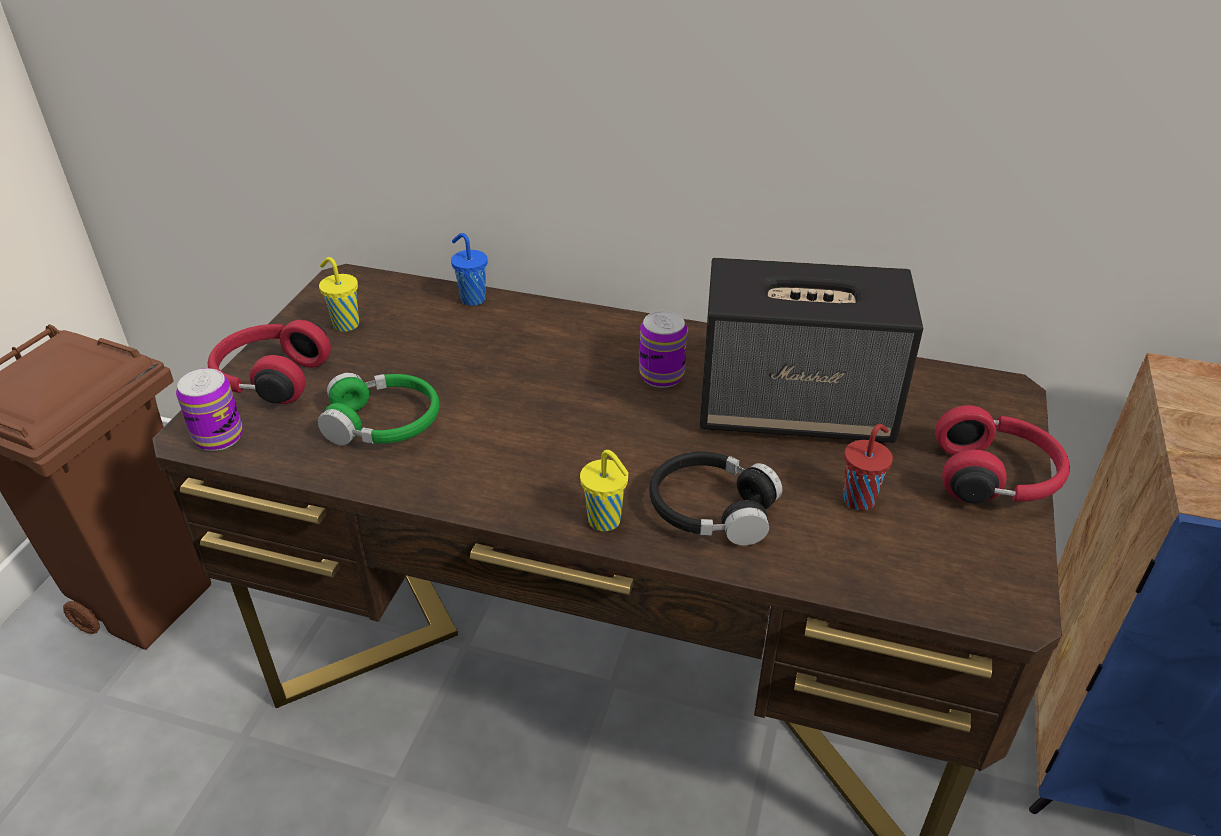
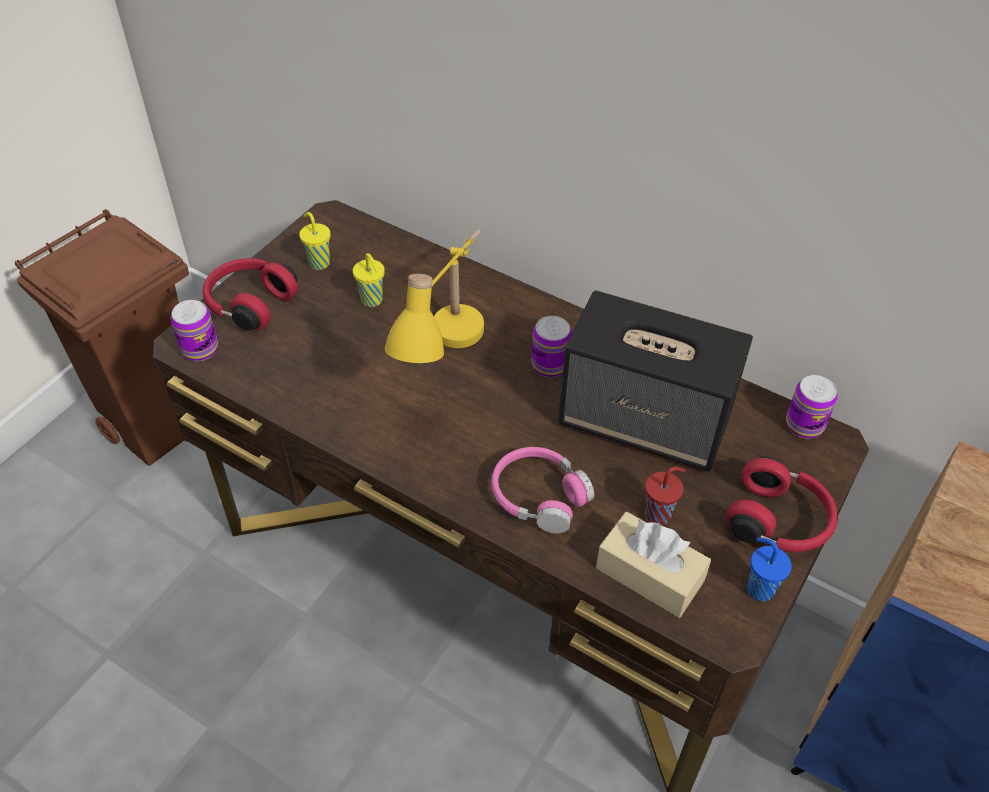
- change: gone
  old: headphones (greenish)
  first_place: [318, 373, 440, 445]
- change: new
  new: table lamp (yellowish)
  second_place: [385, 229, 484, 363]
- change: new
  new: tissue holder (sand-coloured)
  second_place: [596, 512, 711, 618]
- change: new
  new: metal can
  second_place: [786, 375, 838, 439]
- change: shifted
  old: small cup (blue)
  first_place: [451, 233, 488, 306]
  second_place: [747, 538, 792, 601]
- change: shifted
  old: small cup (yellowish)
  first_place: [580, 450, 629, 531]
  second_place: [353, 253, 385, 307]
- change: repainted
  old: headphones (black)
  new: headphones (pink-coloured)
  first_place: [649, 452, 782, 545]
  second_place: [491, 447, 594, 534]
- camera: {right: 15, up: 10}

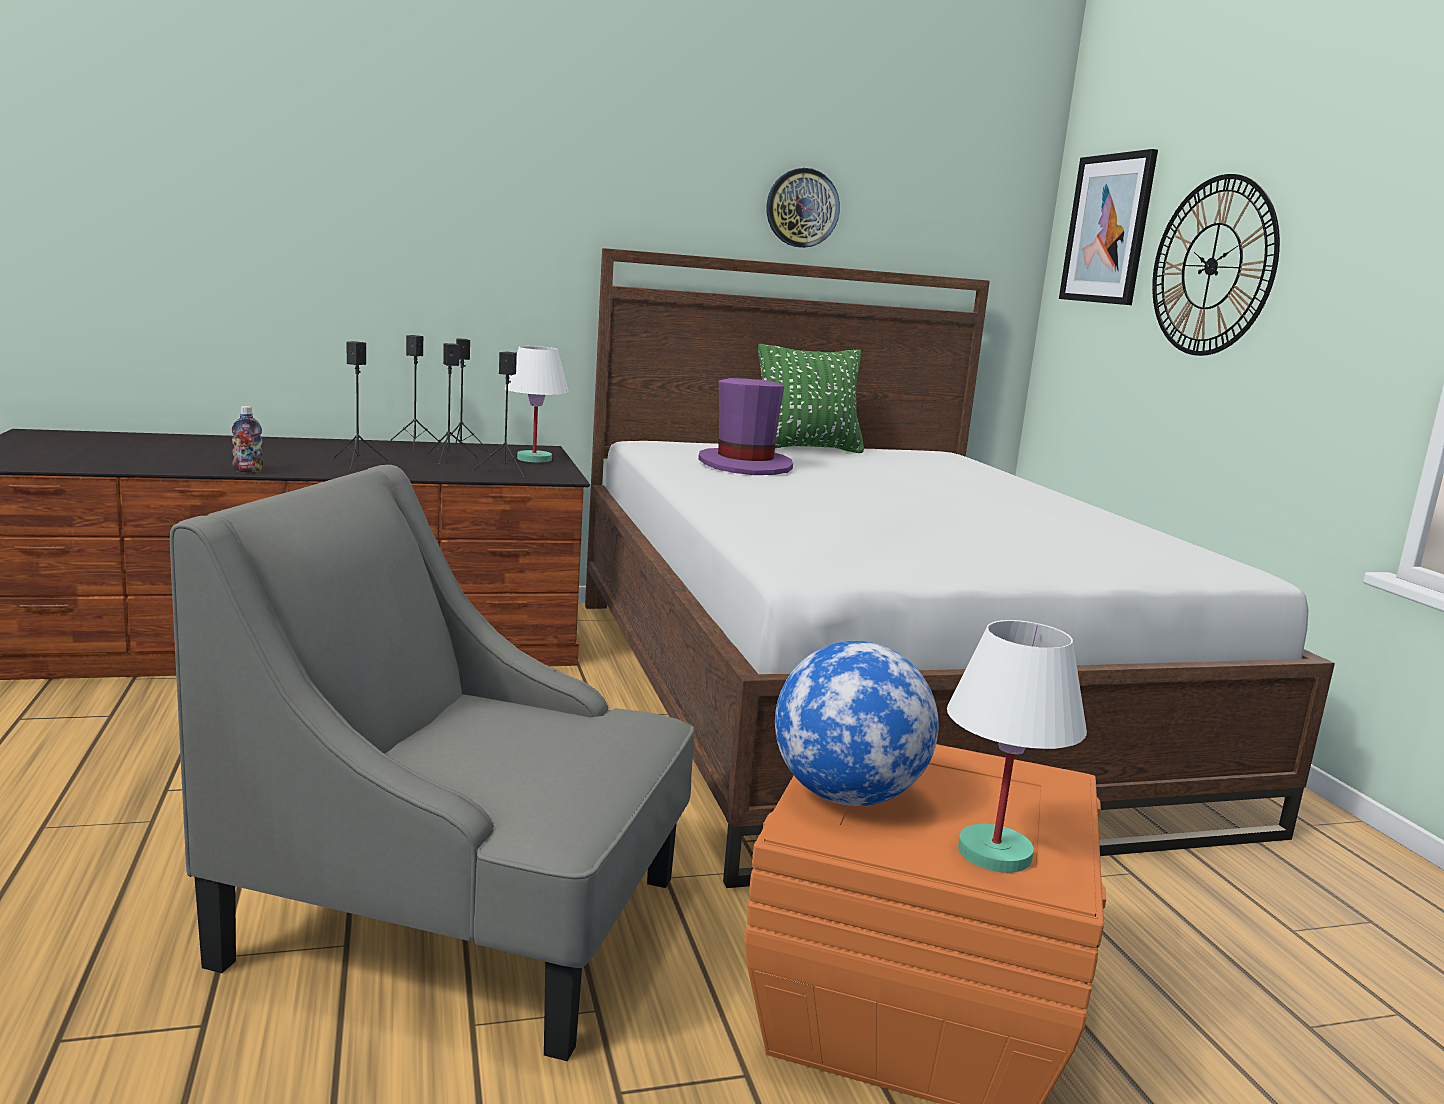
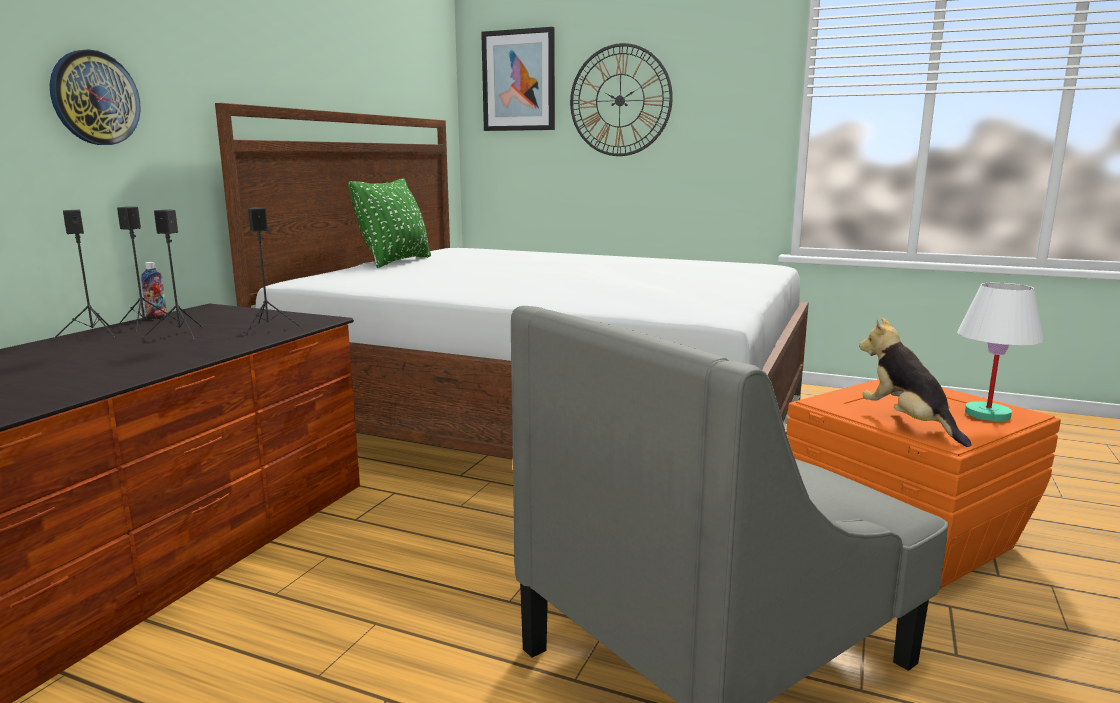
- change: gone
  old: speaker (black)
  first_place: [333, 341, 390, 470]
- change: gone
  old: table lamp (whitish)
  first_place: [505, 346, 569, 462]
- change: gone
  old: clothing hat (purple)
  first_place: [698, 378, 793, 475]
- change: shifted
  old: drink bottle
  first_place: [232, 406, 263, 472]
  second_place: [141, 262, 167, 320]
- change: shifted
  old: hanging clock
  first_place: [767, 168, 840, 248]
  second_place: [50, 49, 141, 145]
- change: swapped
  old: world globe
  new: plush toy
  first_place: [775, 641, 938, 806]
  second_place: [859, 317, 971, 447]
- camera: {right: -50, up: 0}

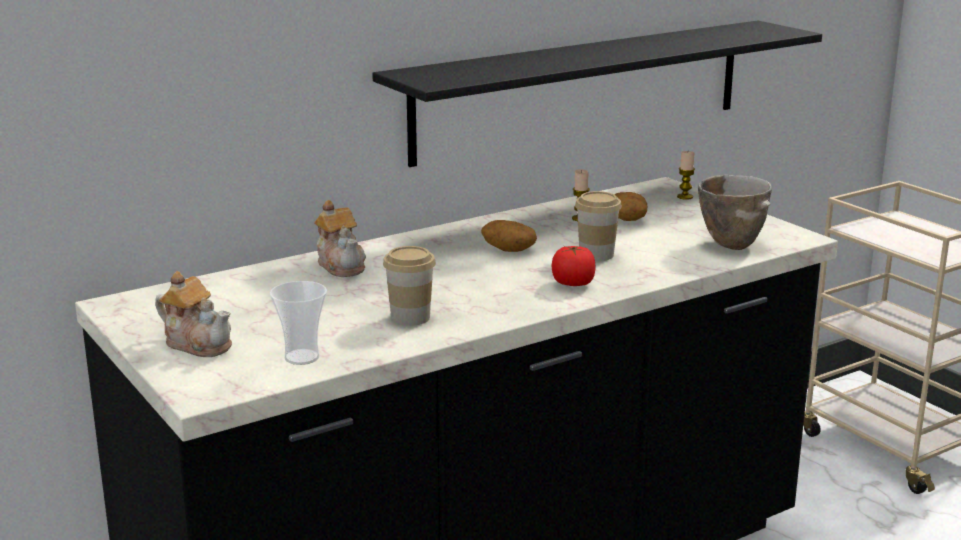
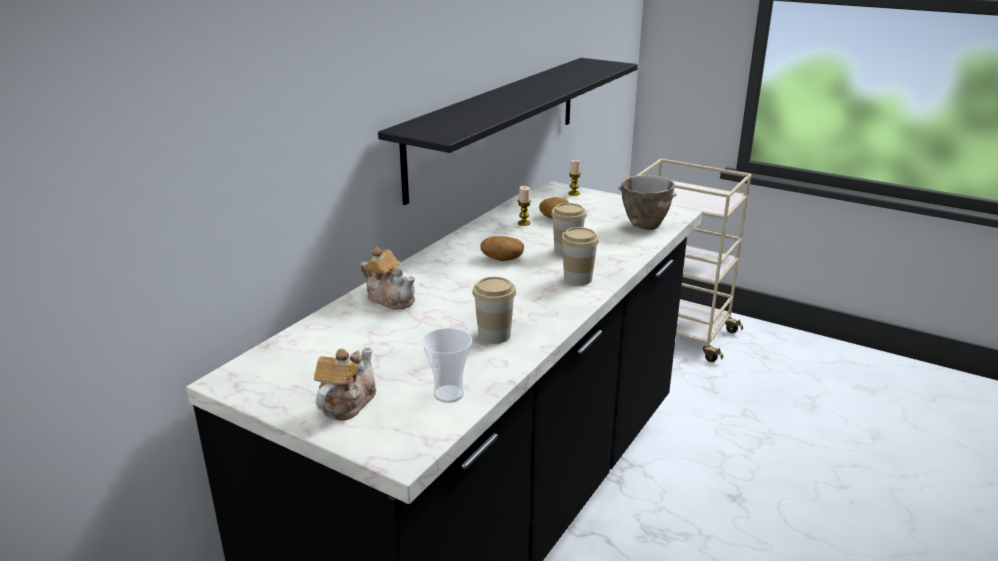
- change: swapped
  old: tomato
  new: small cup
  first_place: [551, 246, 596, 286]
  second_place: [561, 227, 599, 286]
- change: rotated
  old: teapot
  first_place: [155, 271, 232, 357]
  second_place: [314, 347, 376, 420]
  degrees: -75
- camera: {right: -25, up: 5}

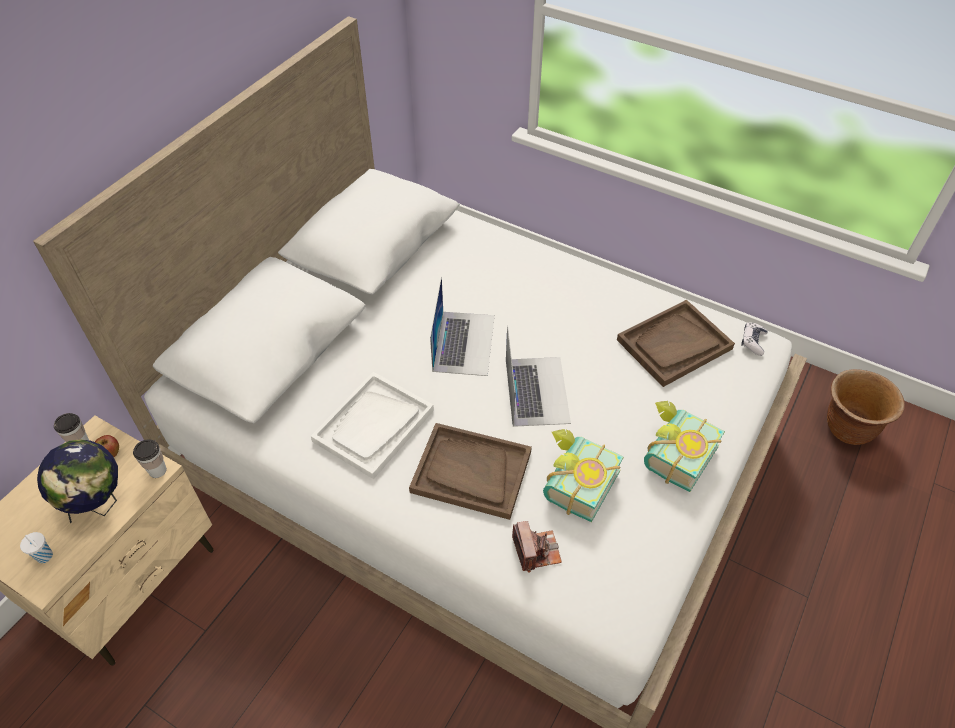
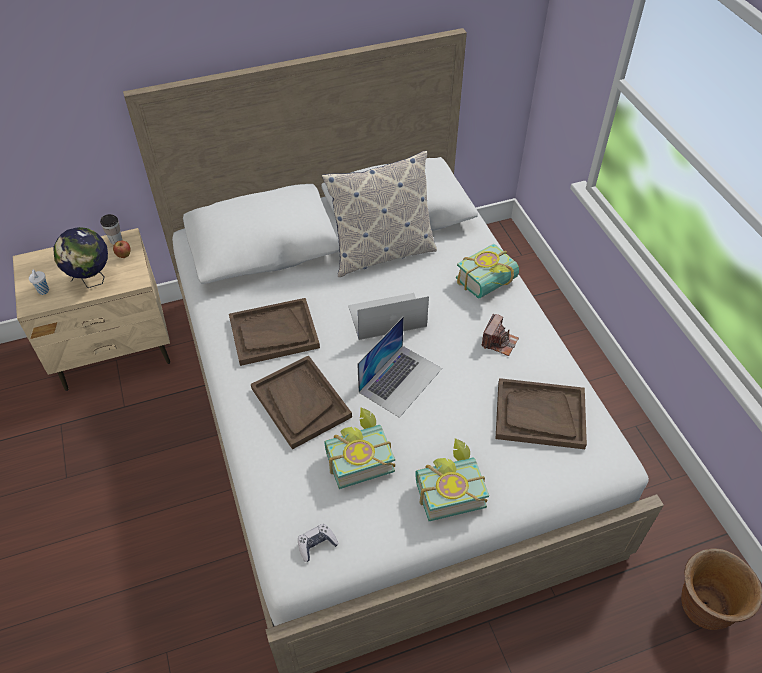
- change: gone
  old: small cup
  first_place: [133, 439, 167, 478]
- change: new
  new: pillow
  second_place: [322, 151, 437, 277]
- change: new
  new: bound book
  second_place: [456, 244, 519, 298]
- change: shifted
  old: photo camera
  first_place: [512, 521, 562, 573]
  second_place: [482, 313, 519, 356]
- change: shifted
  old: joypad
  first_place: [741, 322, 768, 356]
  second_place: [298, 524, 339, 562]
- change: repainted
  old: carrying tray (whitish)
  new: carrying tray (brownish)
  first_place: [311, 372, 434, 479]
  second_place: [229, 298, 320, 366]
- change: rotated
  old: portable computer
  first_place: [430, 277, 495, 376]
  second_place: [348, 293, 429, 340]
  degrees: -150
- camera: {right: 40, up: 0}

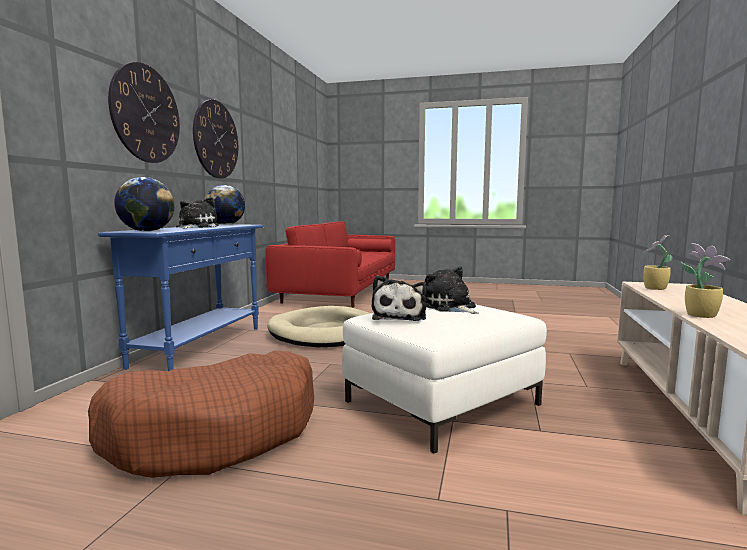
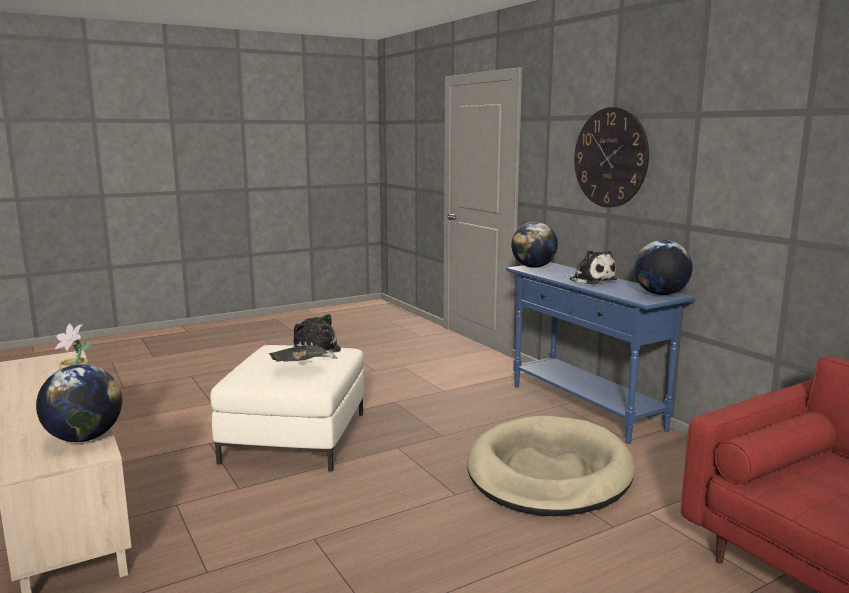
- change: gone
  old: dog cushion (brownish)
  first_place: [88, 351, 314, 478]
- change: gone
  old: hanging clock
  first_place: [193, 100, 238, 178]
- change: swapped
  old: plush toy
  new: newspaper
  first_place: [425, 266, 479, 314]
  second_place: [269, 345, 327, 362]
- change: swapped
  old: plant in a pot
  new: world globe
  first_place: [643, 235, 673, 290]
  second_place: [36, 364, 122, 442]
- camera: {right: 135, up: 5}

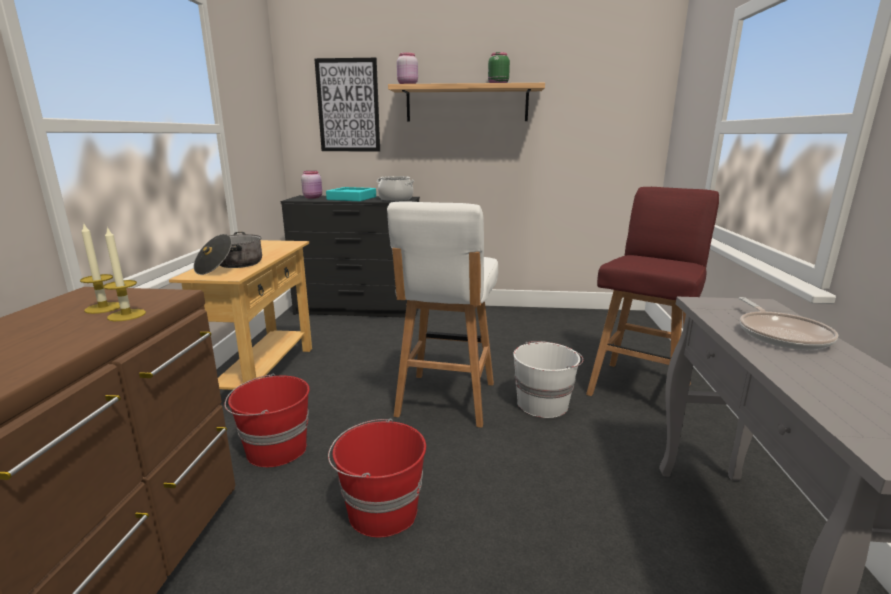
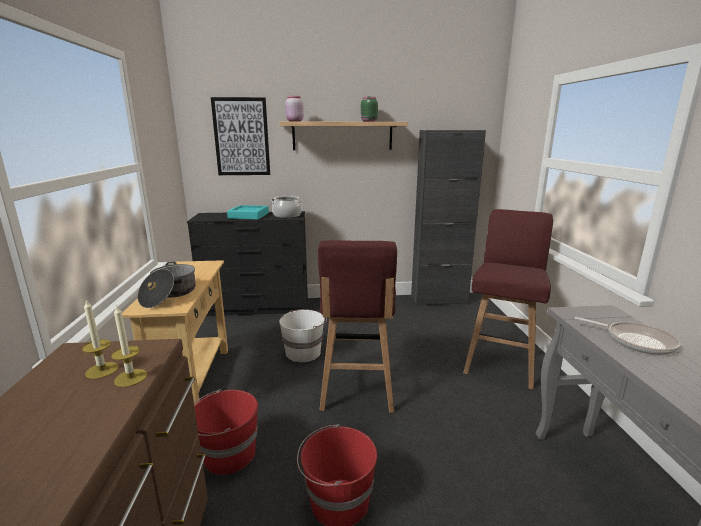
- change: gone
  old: jar (pink-coloured)
  first_place: [301, 171, 322, 199]
- change: new
  new: cupboard (black)
  second_place: [411, 130, 486, 306]
- change: shifted
  old: water bucket (whitish)
  first_place: [513, 341, 583, 418]
  second_place: [279, 309, 327, 362]
- change: repainted
  old: stool (whitish)
  new: stool (reddish)
  first_place: [387, 201, 498, 428]
  second_place: [318, 240, 397, 413]
- change: rotated
  old: pan
  first_place: [739, 297, 838, 350]
  second_place: [575, 317, 681, 355]
  degrees: -45
- camera: {right: -10, up: 0}

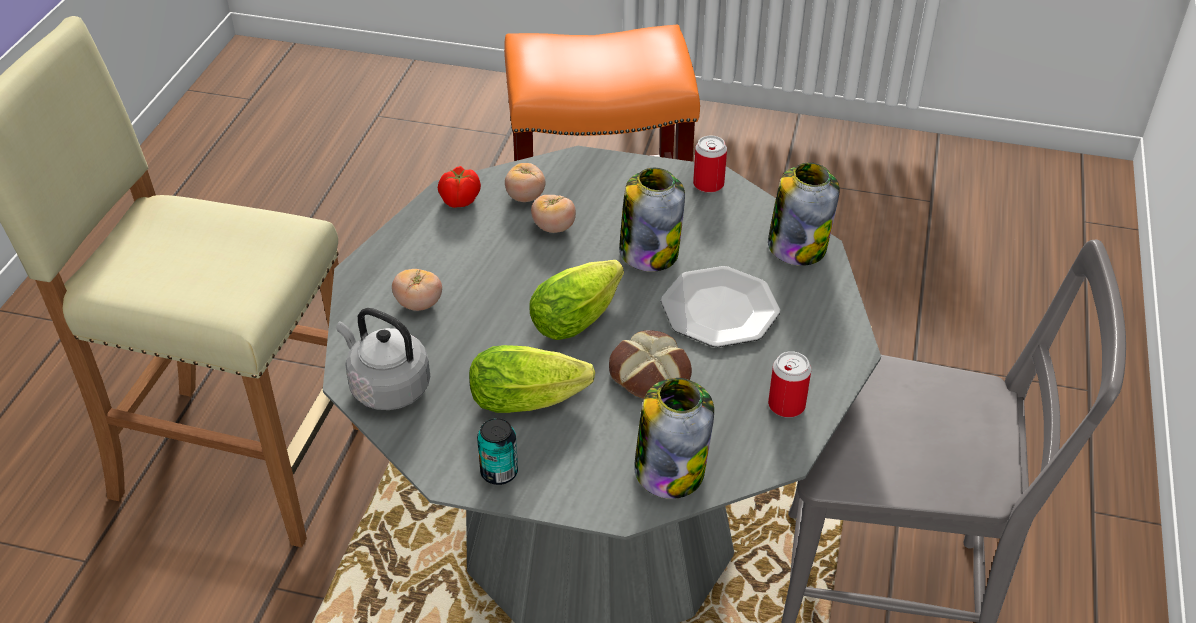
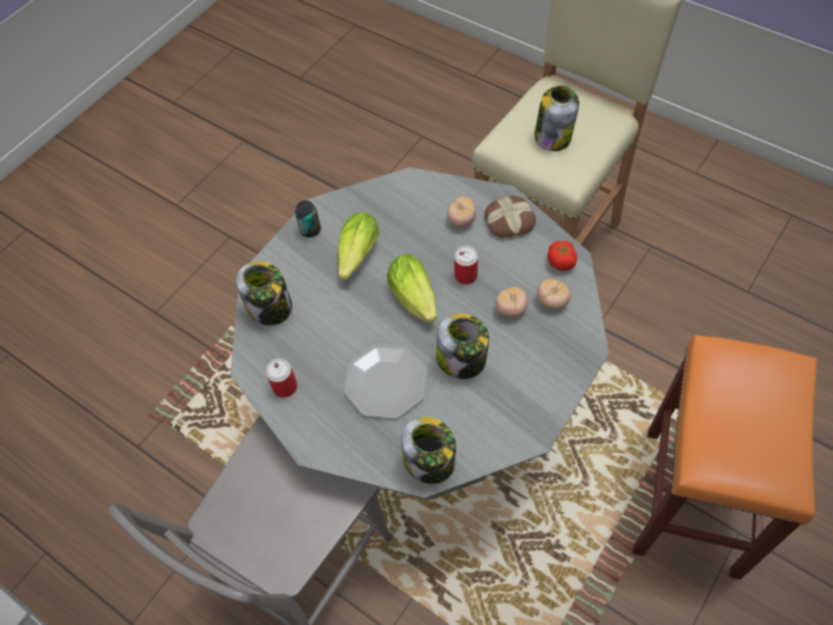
- change: gone
  old: tea kettle (greyish)
  first_place: [337, 308, 430, 410]
- change: new
  new: jar
  second_place: [534, 86, 579, 151]
- change: shifted
  old: bread
  first_place: [609, 330, 692, 399]
  second_place: [484, 196, 536, 238]
- change: shifted
  old: metal can
  first_place: [693, 136, 727, 193]
  second_place: [454, 246, 478, 284]
- camera: {right: 115, up: 15}

